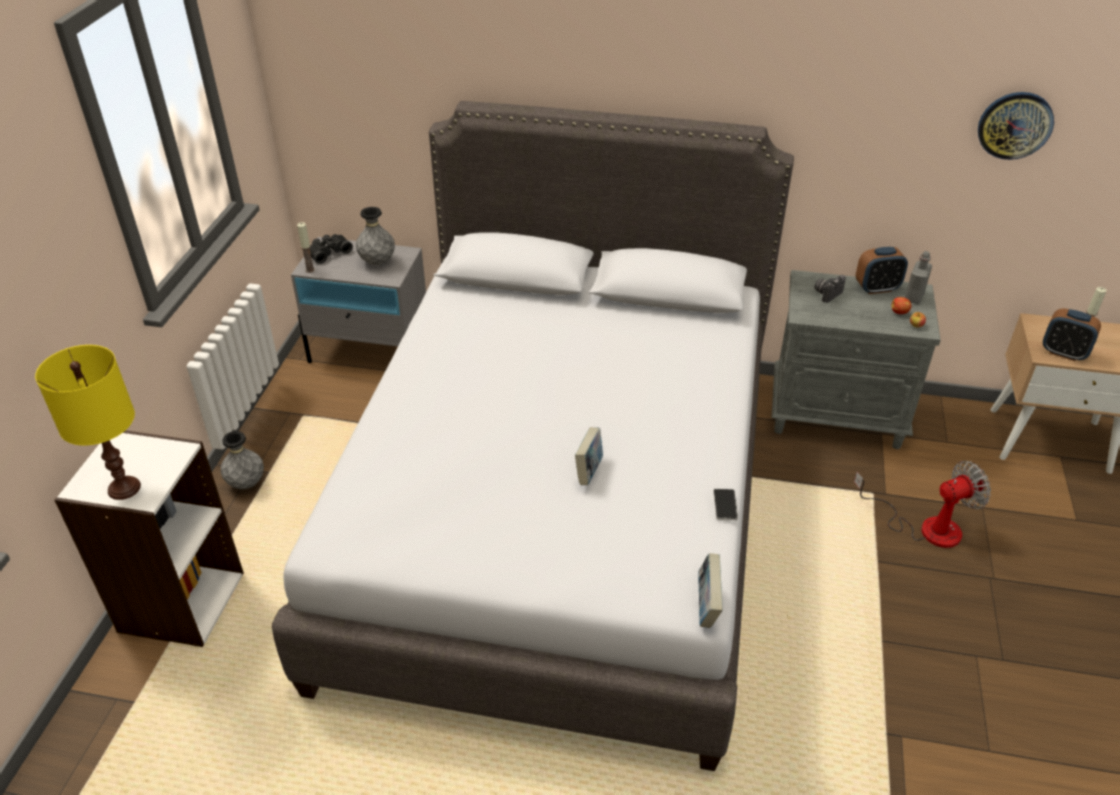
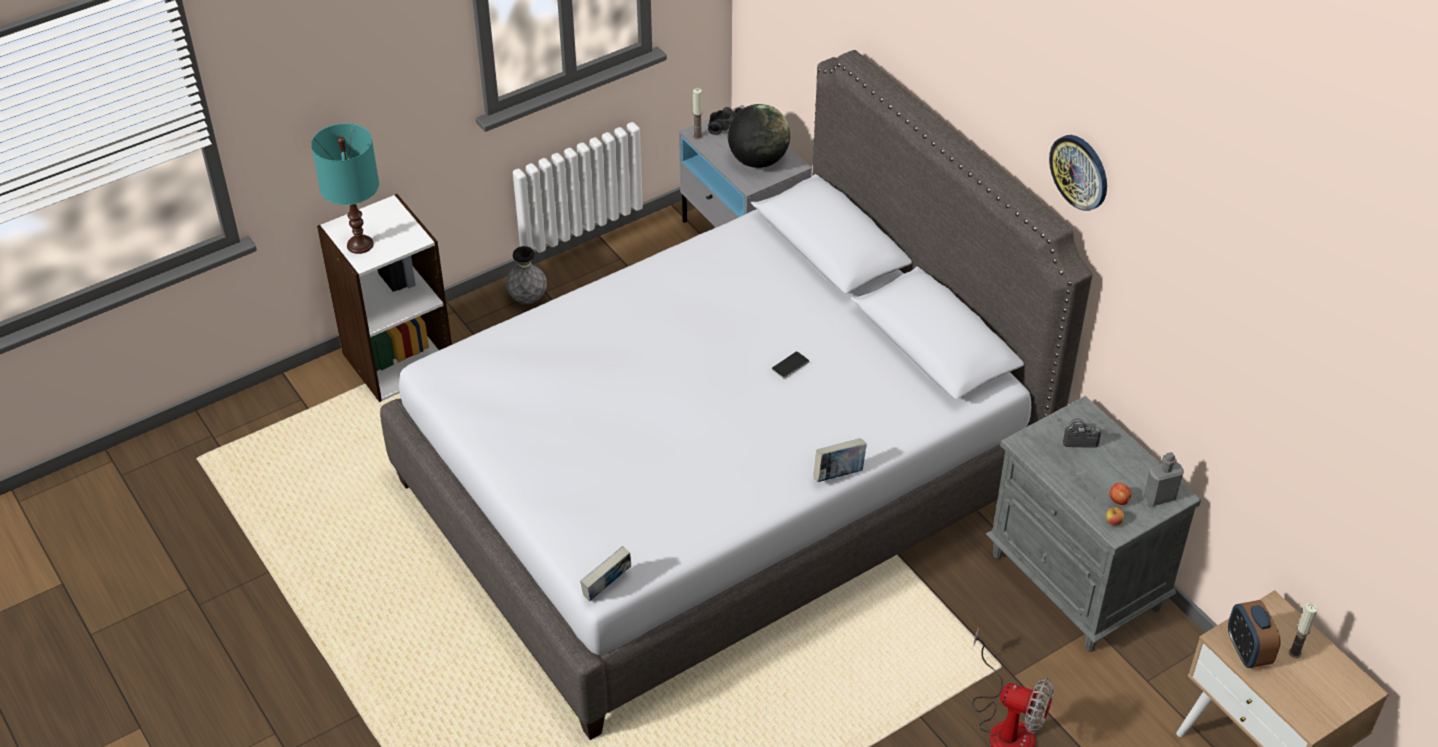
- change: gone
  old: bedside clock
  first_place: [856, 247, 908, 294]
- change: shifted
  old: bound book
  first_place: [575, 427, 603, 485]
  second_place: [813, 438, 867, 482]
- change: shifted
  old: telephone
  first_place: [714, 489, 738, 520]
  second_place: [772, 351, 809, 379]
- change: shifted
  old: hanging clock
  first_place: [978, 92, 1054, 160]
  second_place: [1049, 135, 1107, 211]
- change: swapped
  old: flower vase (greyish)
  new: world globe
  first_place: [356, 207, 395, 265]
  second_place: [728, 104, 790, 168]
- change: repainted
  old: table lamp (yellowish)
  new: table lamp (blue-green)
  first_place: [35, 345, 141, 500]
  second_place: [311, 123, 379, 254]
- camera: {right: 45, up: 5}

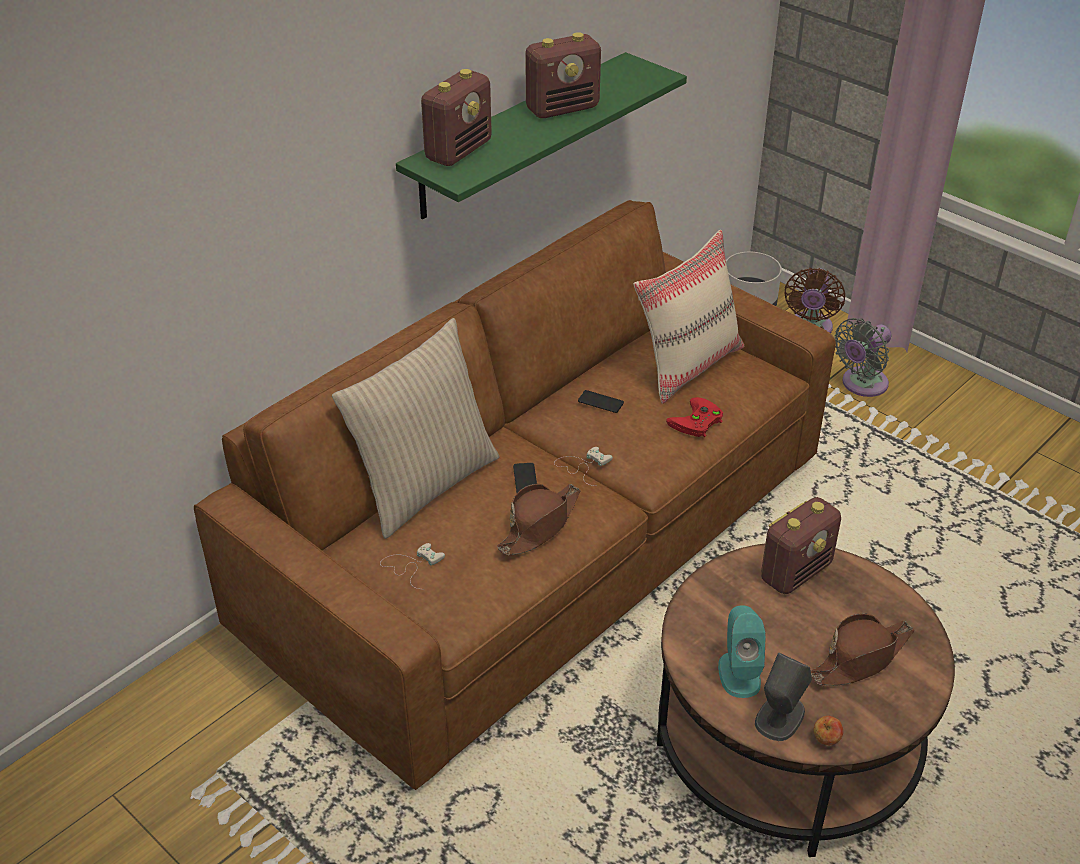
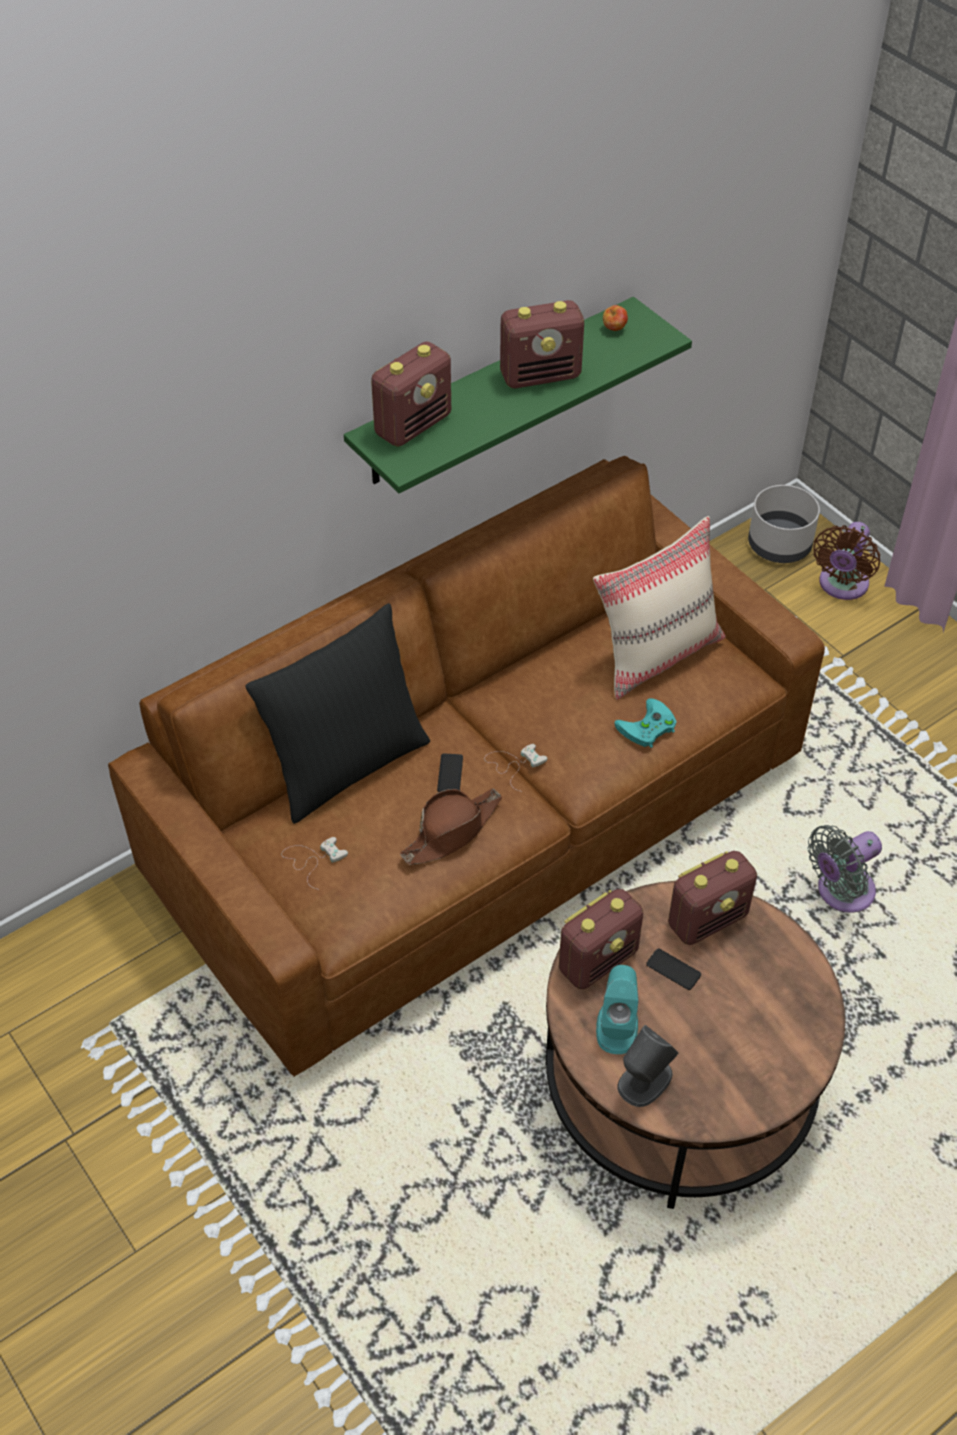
- change: gone
  old: clothing hat (brownish)
  first_place: [811, 613, 914, 686]
- change: new
  new: radio
  second_place: [559, 889, 643, 989]
- change: shifted
  old: telephone
  first_place: [578, 390, 624, 413]
  second_place: [646, 948, 701, 990]
- change: shifted
  old: whole apple
  first_place: [813, 716, 843, 745]
  second_place: [603, 305, 628, 331]
- change: shifted
  old: electric fan (greyish)
  first_place: [834, 318, 891, 397]
  second_place: [807, 825, 882, 913]
- change: repainted
  old: pillow (sand-coloured)
  new: pillow (black)
  first_place: [332, 318, 500, 539]
  second_place: [245, 603, 430, 824]
- change: repainted
  old: joypad (reddish)
  new: joypad (blue-green)
  first_place: [666, 397, 723, 437]
  second_place: [614, 698, 677, 748]
- camera: {right: 10, up: 10}

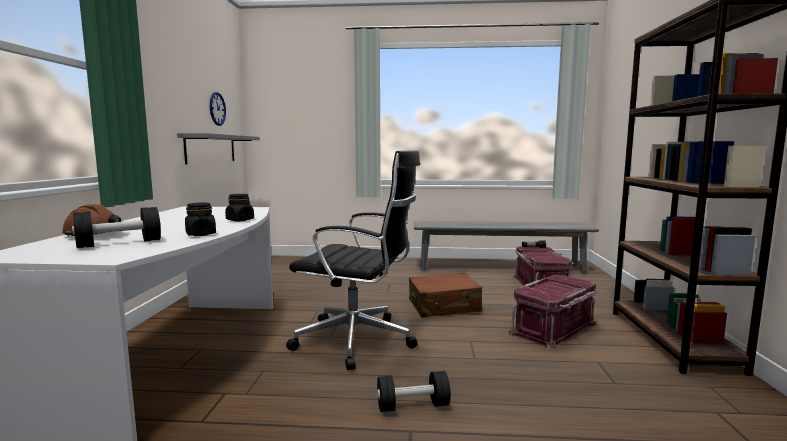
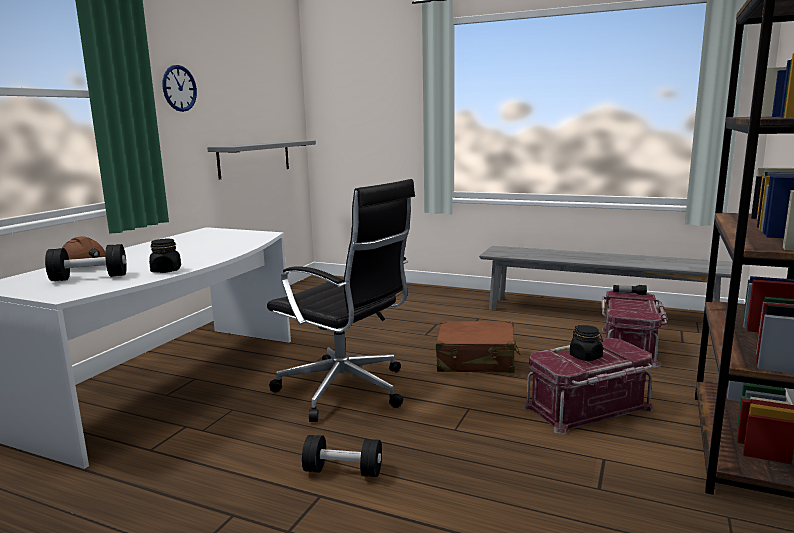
- change: shifted
  old: hanging clock
  first_place: [210, 92, 226, 126]
  second_place: [163, 65, 197, 112]
- change: shifted
  old: jar (black)
  first_place: [225, 194, 254, 221]
  second_place: [570, 325, 603, 361]
- camera: {right: 20, up: 5}

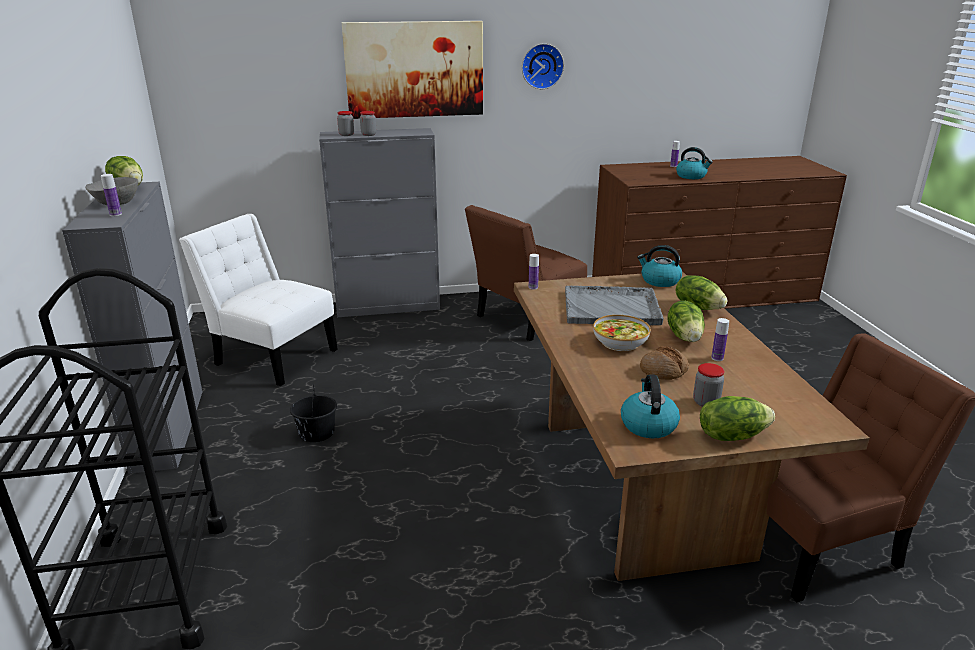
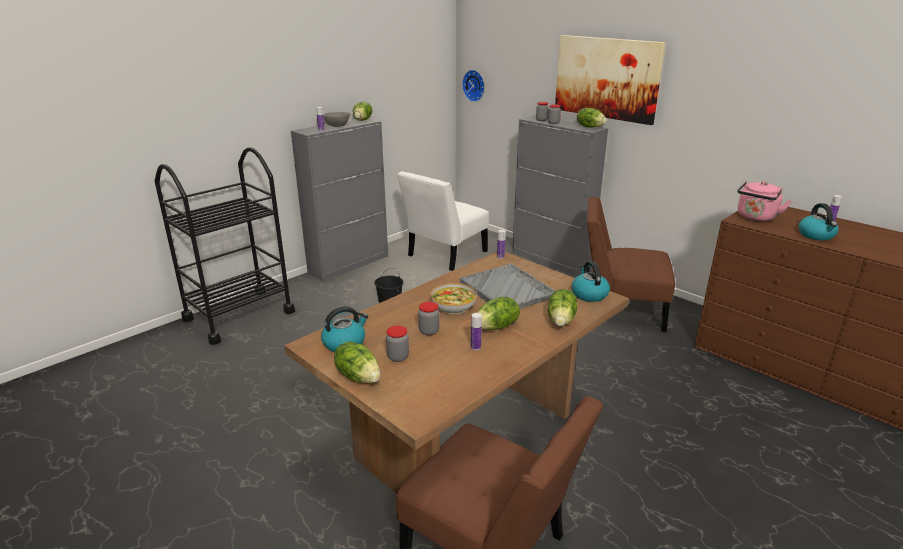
- change: new
  new: lettuce
  second_place: [577, 108, 607, 127]
- change: new
  new: tea kettle (pink-coloured)
  second_place: [738, 181, 792, 221]
- change: shifted
  old: hanging clock
  first_place: [522, 43, 564, 89]
  second_place: [462, 70, 485, 102]
- change: swapped
  old: bread
  new: jar
  first_place: [640, 346, 689, 380]
  second_place: [418, 302, 439, 336]
- change: rotated
  old: upright chair (whitish)
  first_place: [179, 214, 338, 386]
  second_place: [397, 171, 489, 271]
  degrees: -135
- camera: {right: 55, up: 0}

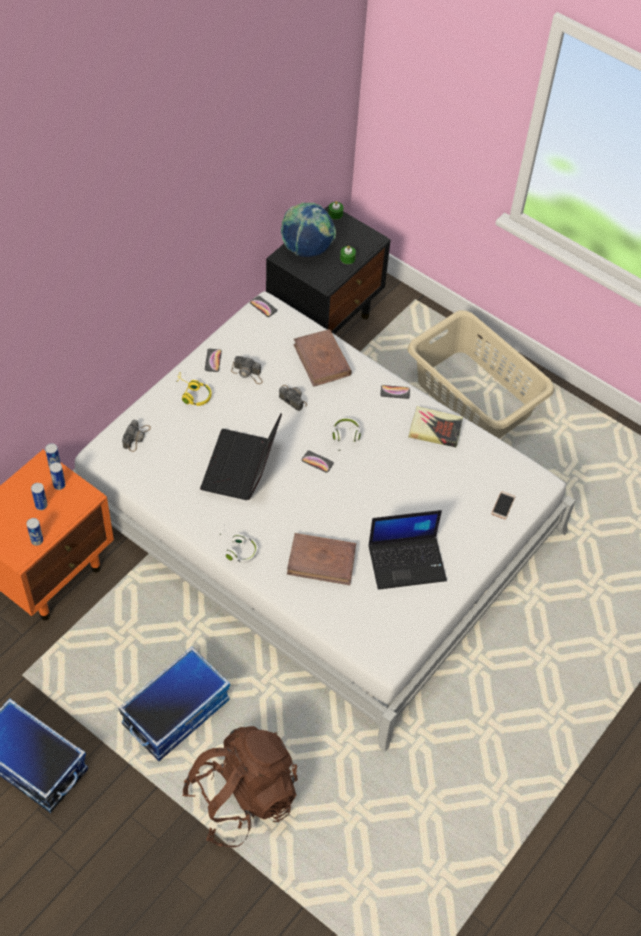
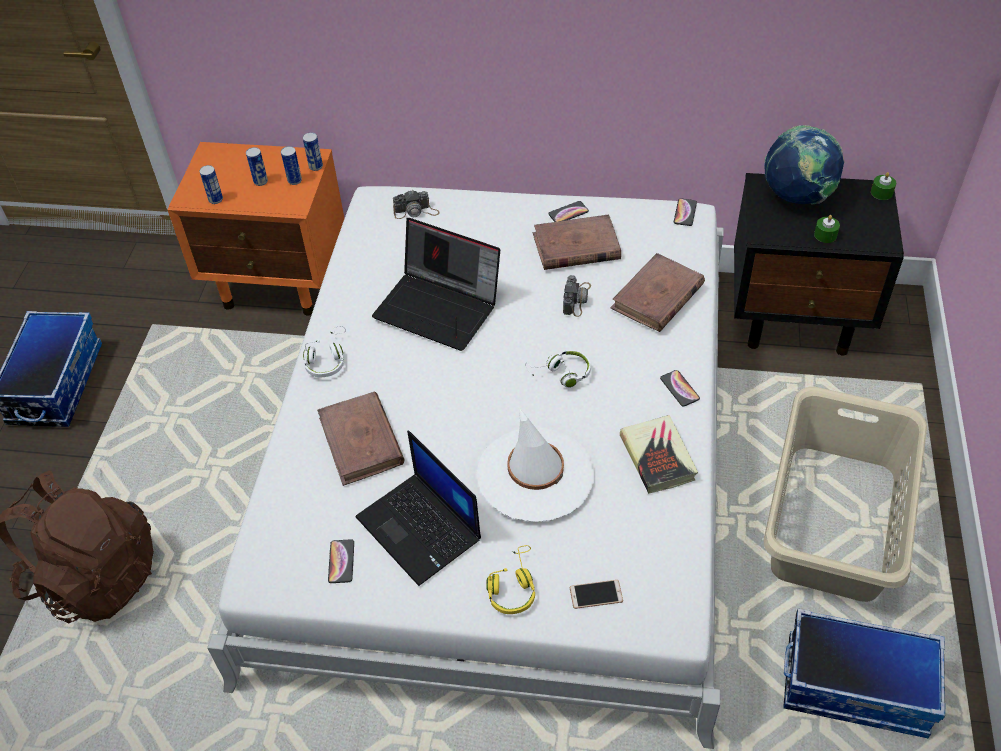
- change: new
  new: clothing hat (whitish)
  second_place: [477, 408, 594, 522]
- change: shifted
  old: storage box
  first_place: [118, 646, 230, 761]
  second_place: [783, 609, 945, 738]
- change: shifted
  old: headphones (yellowish)
  first_place: [176, 373, 211, 406]
  second_place: [486, 545, 535, 614]
- change: shifted
  old: telephone
  first_place: [302, 451, 334, 473]
  second_place: [328, 539, 354, 583]
- change: swapped
  old: photo camera
  new: bound book (brownish)
  first_place: [231, 356, 263, 384]
  second_place: [533, 214, 621, 270]
- change: rotated
  old: portable computer
  first_place: [200, 413, 282, 500]
  second_place: [372, 218, 500, 351]
  degrees: -135
- camera: {right: 65, up: -5}

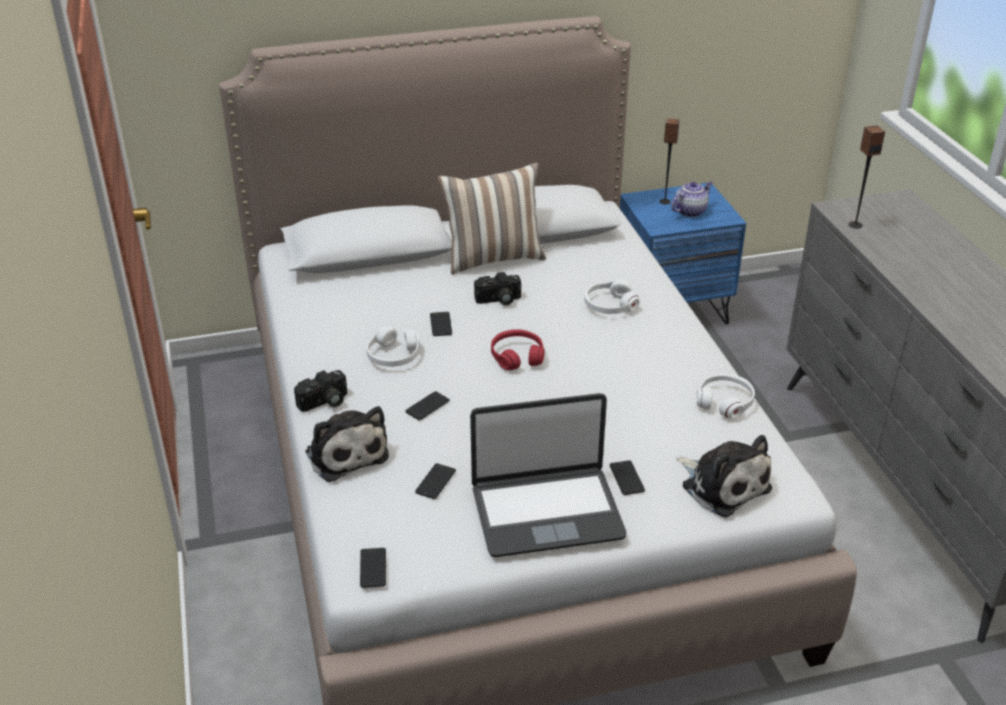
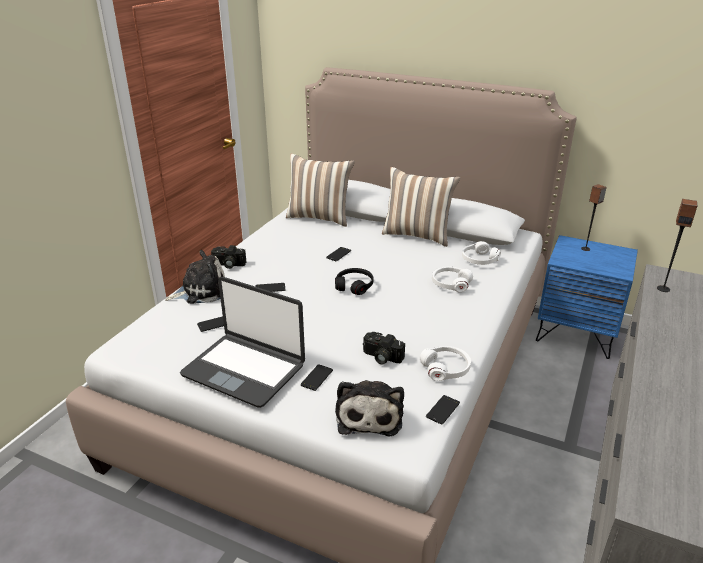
- change: gone
  old: teapot
  first_place: [671, 182, 713, 217]
- change: new
  new: pillow
  second_place: [286, 153, 355, 227]
- change: shifted
  old: telephone
  first_place: [360, 548, 386, 588]
  second_place: [426, 395, 460, 424]
- change: shifted
  old: headphones (whitish)
  first_place: [366, 326, 420, 367]
  second_place: [462, 241, 501, 265]
- change: shifted
  old: photo camera
  first_place: [474, 272, 521, 305]
  second_place: [363, 332, 405, 364]
- change: repainted
  old: headphones (reddish)
  new: headphones (black)
  first_place: [491, 329, 545, 370]
  second_place: [335, 268, 373, 295]
- change: rotated
  old: plush toy
  first_place: [305, 406, 389, 482]
  second_place: [165, 250, 225, 304]
  degrees: -120
- camera: {right: 40, up: -5}

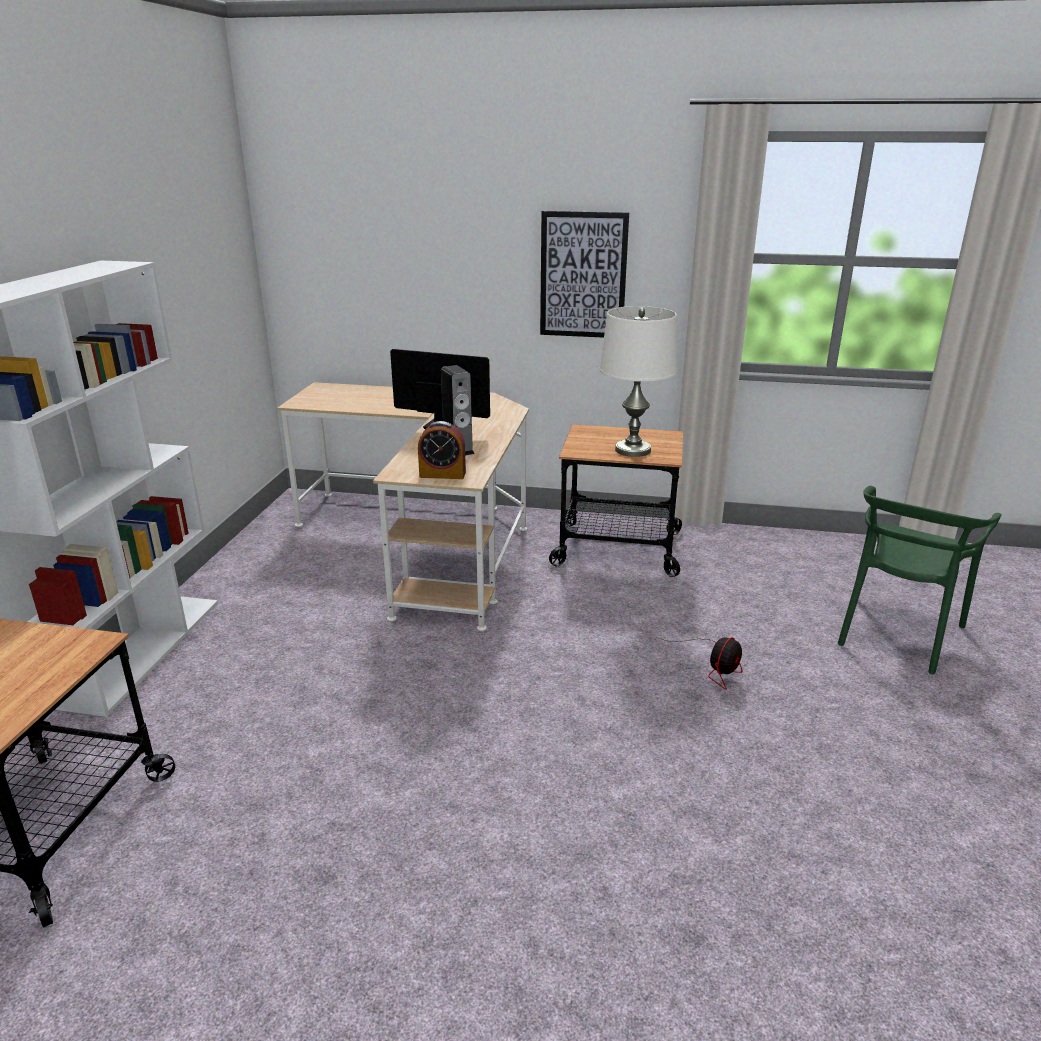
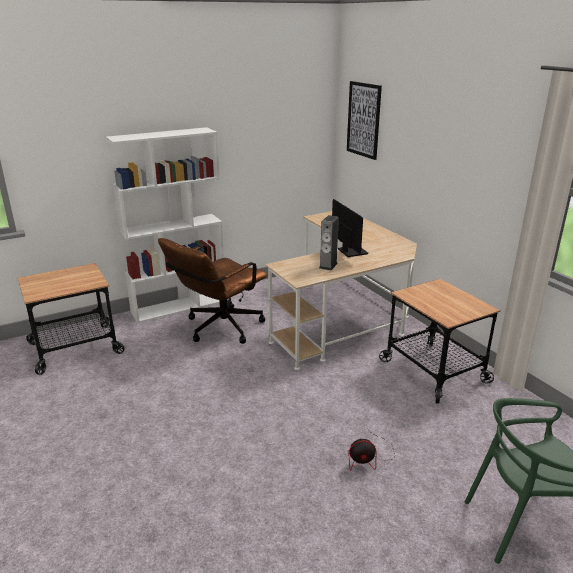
- change: gone
  old: bedside clock
  first_place: [418, 421, 466, 479]
- change: gone
  old: table lamp (whitish)
  first_place: [599, 306, 677, 457]
- change: new
  new: desk chair (brownish)
  second_place: [158, 238, 267, 344]
- change: shifted
  old: picture
  first_place: [540, 211, 629, 338]
  second_place: [347, 81, 382, 160]
- camera: {right: 50, up: 0}

